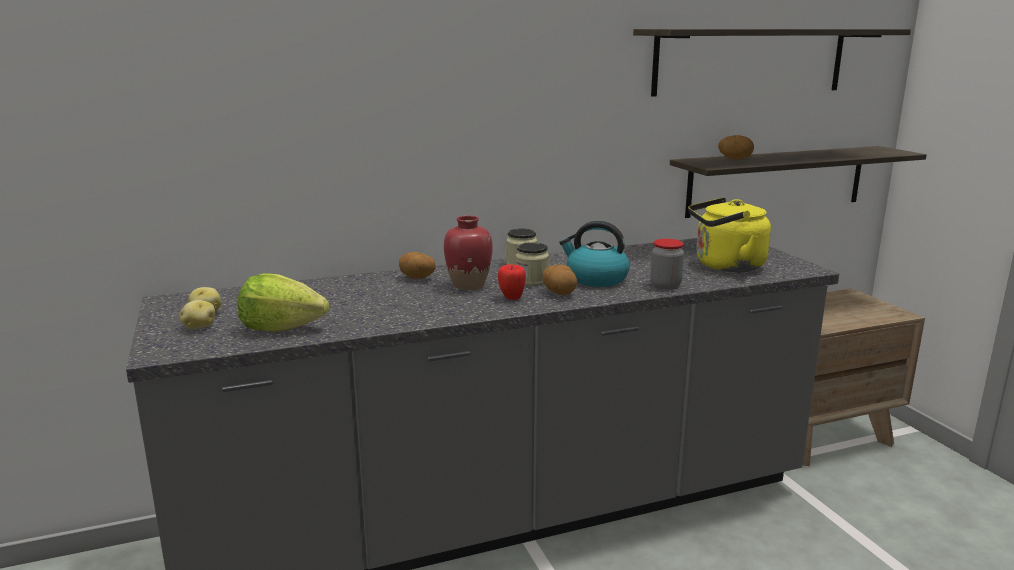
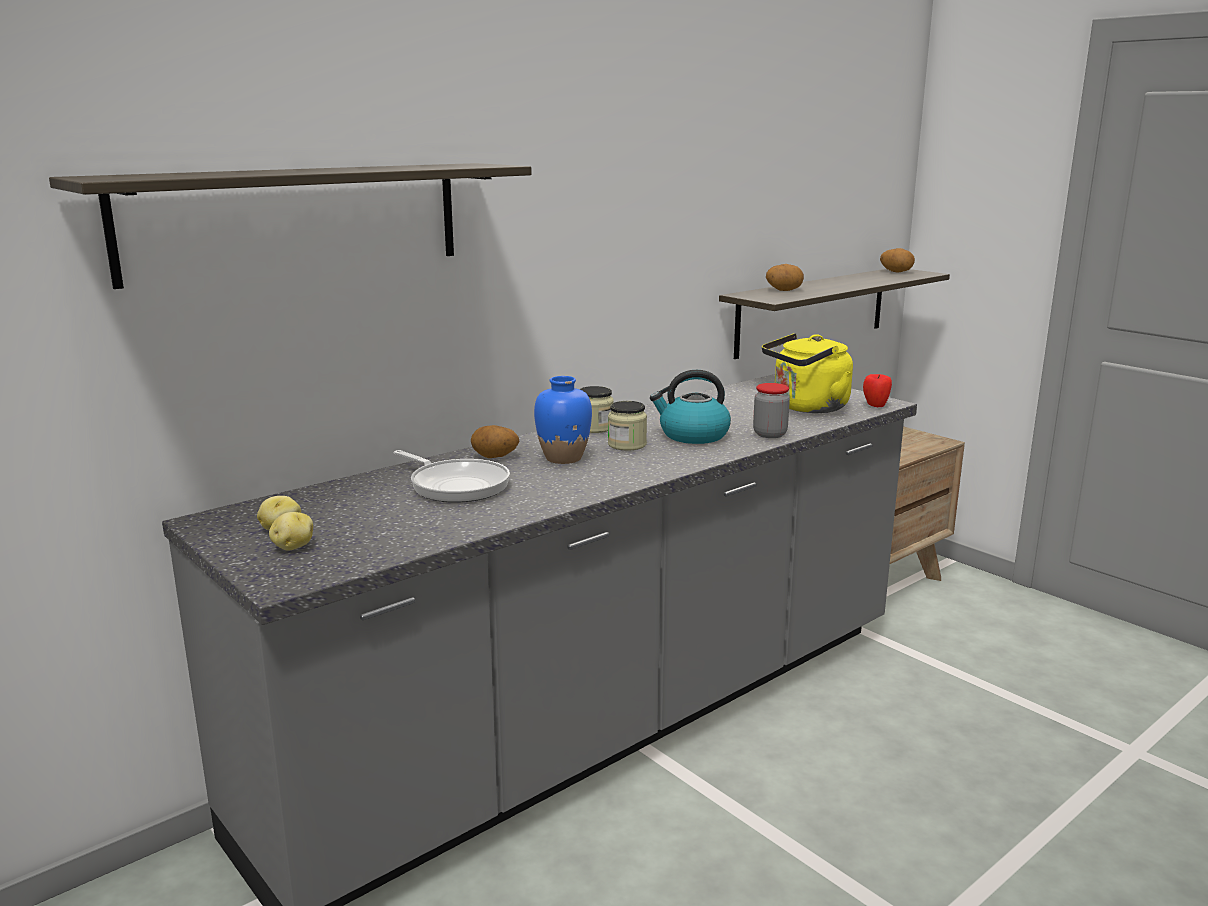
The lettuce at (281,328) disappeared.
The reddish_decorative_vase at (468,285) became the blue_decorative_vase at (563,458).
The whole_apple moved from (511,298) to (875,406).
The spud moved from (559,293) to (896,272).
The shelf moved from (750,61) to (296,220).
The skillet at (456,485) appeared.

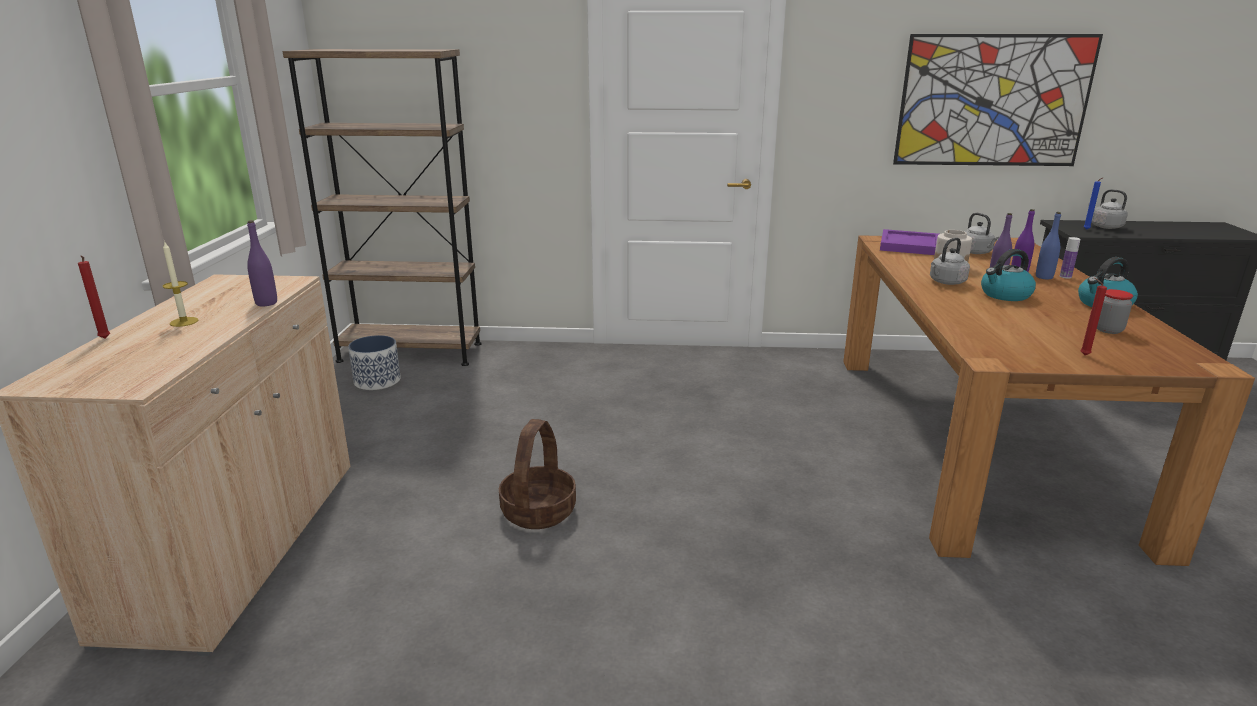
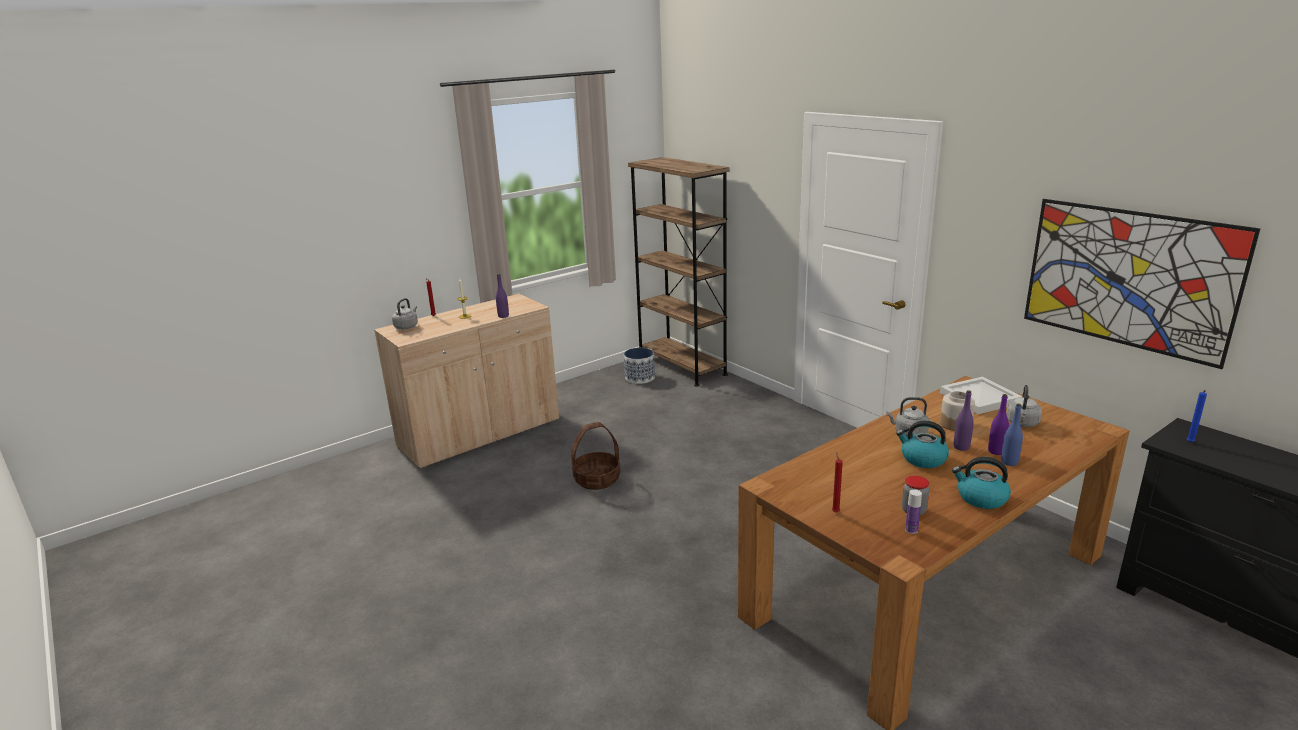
The purple_carrying_tray at (909,245) became the white-coloured_carrying_tray at (979,397).
The beverage_bottle moved from (1065,276) to (911,530).
The gray_water_kettle moved from (1104,226) to (407,326).

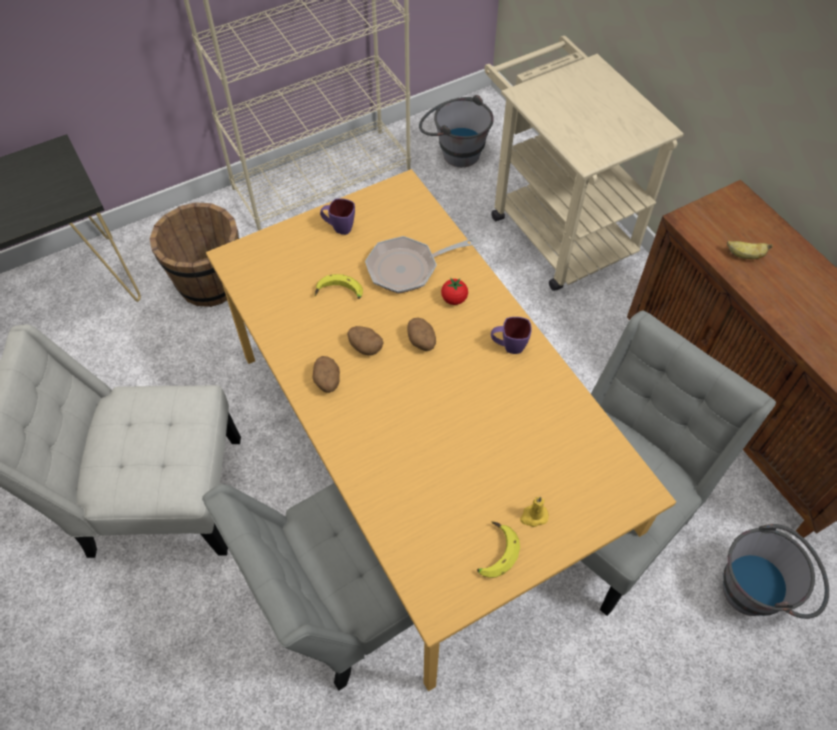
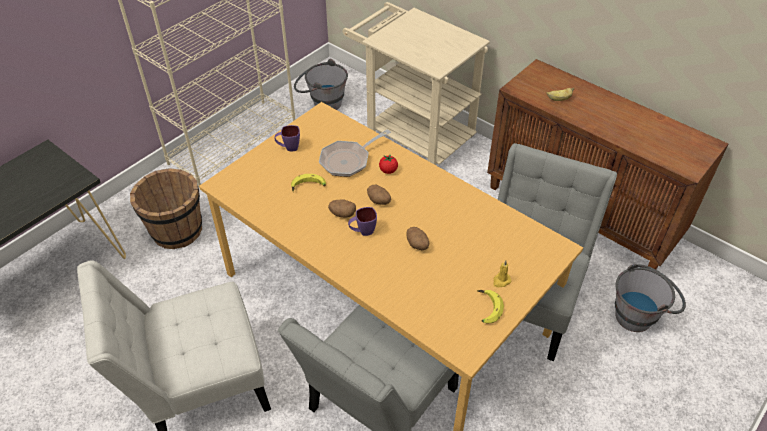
The spud moved from (327,381) to (417,245).
The purple_mug moved from (508,346) to (362,232).

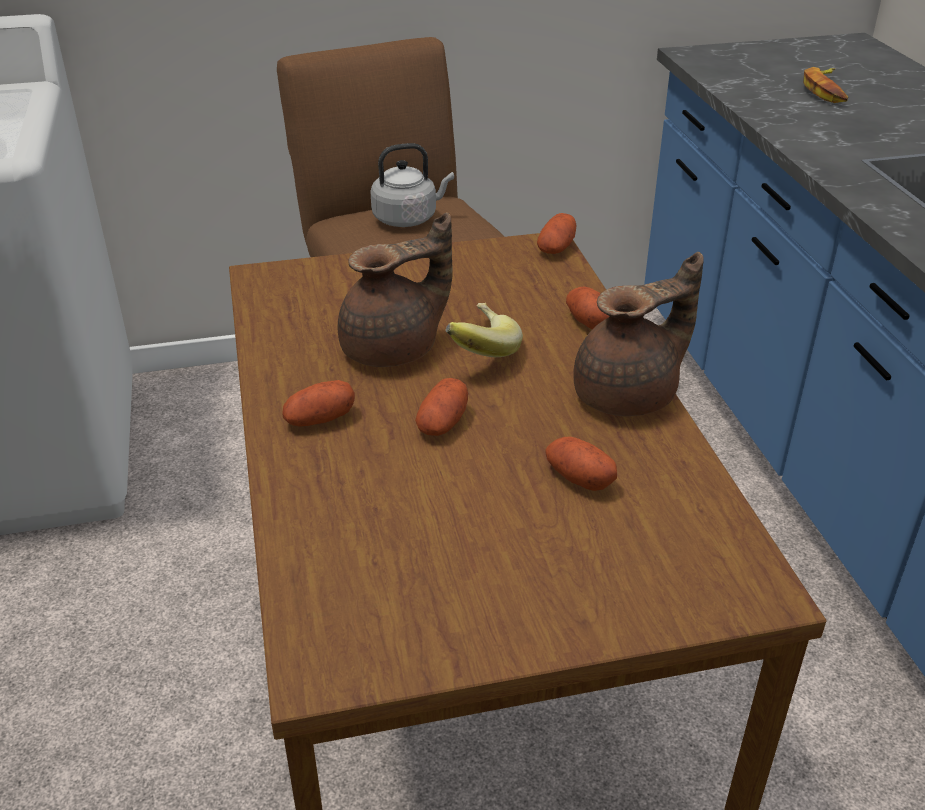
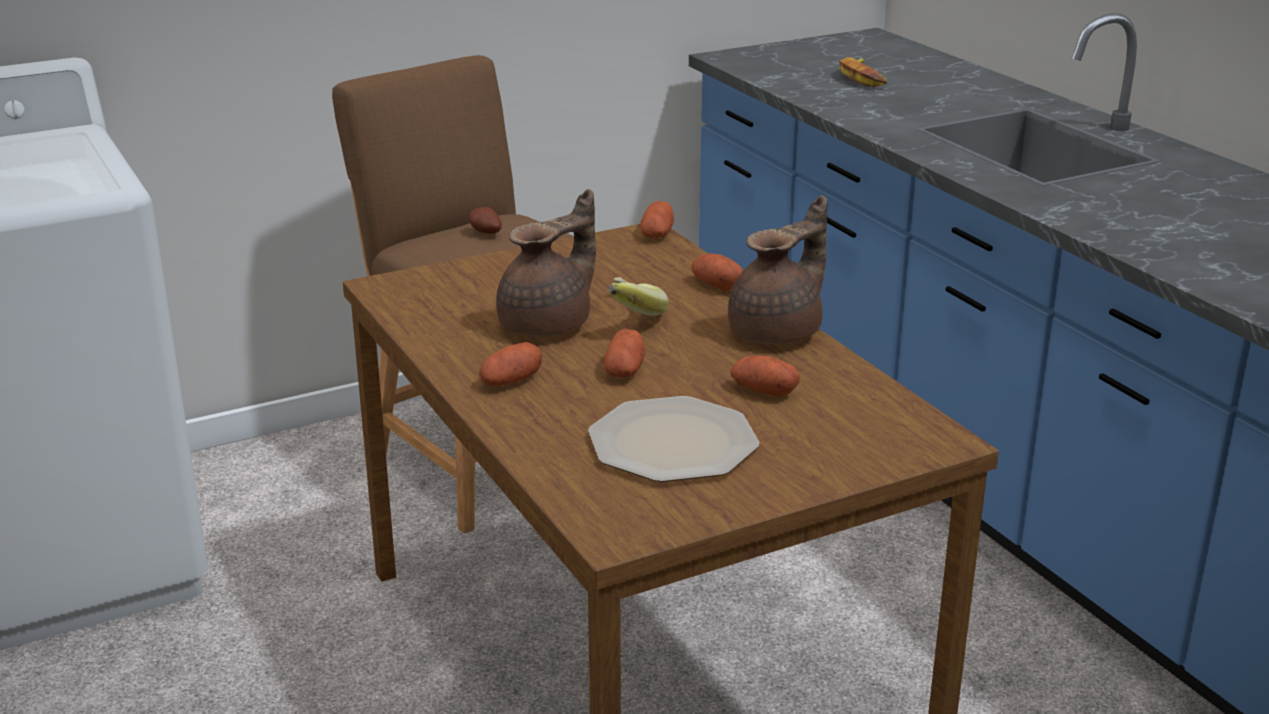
The gray_water_kettle at (408,218) was replaced by the spud at (485,233).
The plate at (674,443) appeared.

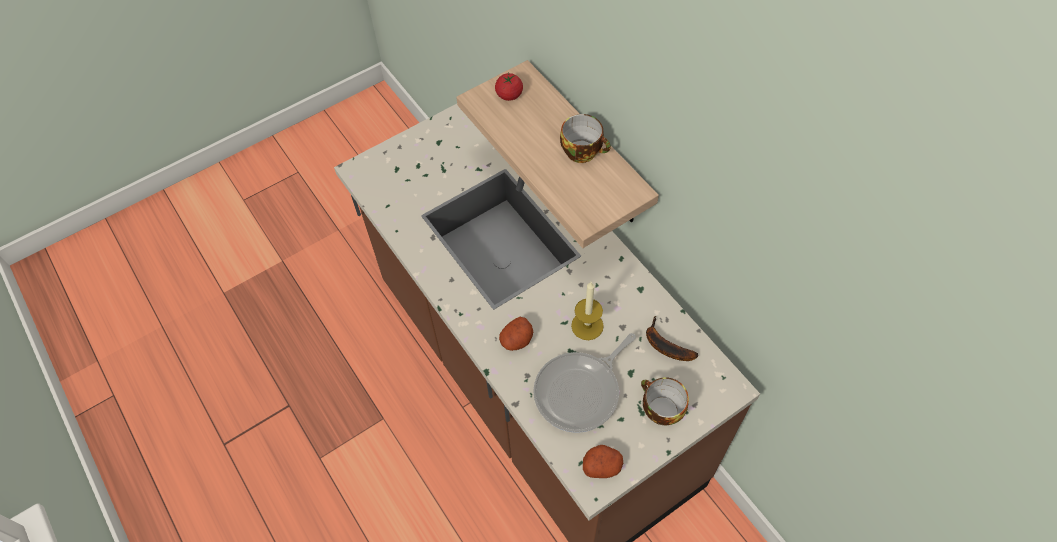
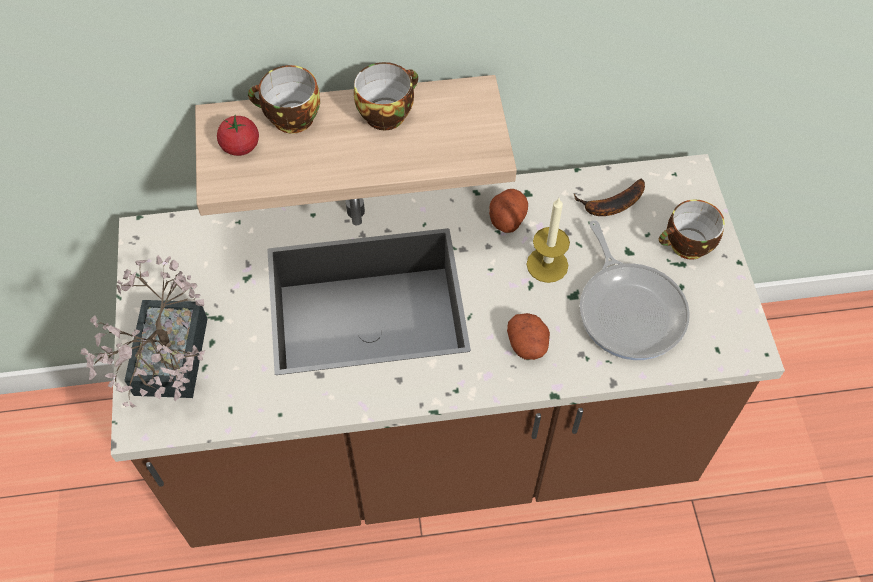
The spud moved from (602,465) to (507,217).
The plant_in_a_pot at (167,367) appeared.
The cup at (289,119) appeared.

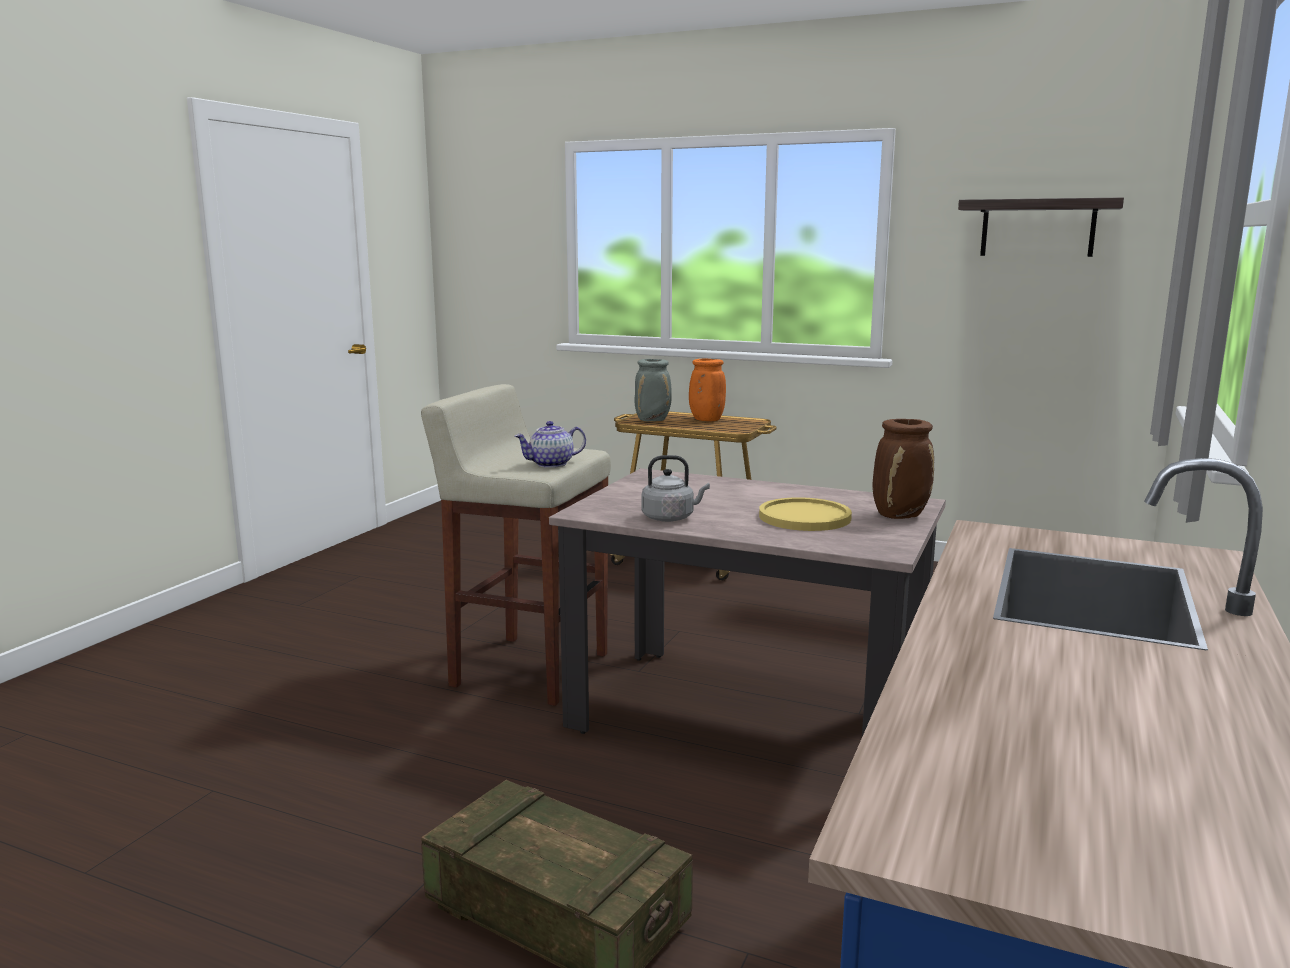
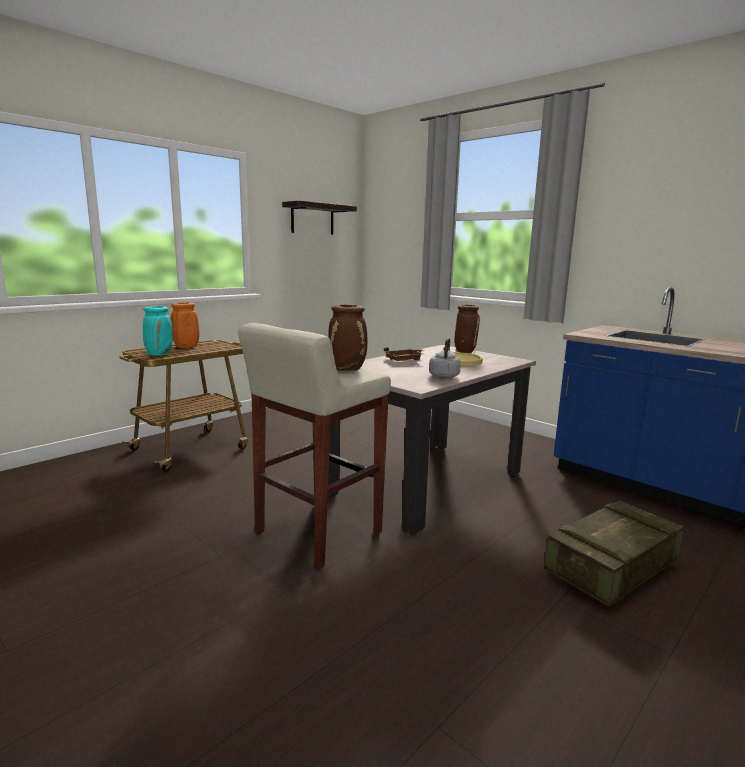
The tea_pot at (551,464) was replaced by the brown_decorative_vase at (348,369).
The gray_decorative_vase at (653,420) became the turquoise-coloured_decorative_vase at (159,354).
The brown_carrying_tray at (405,360) appeared.

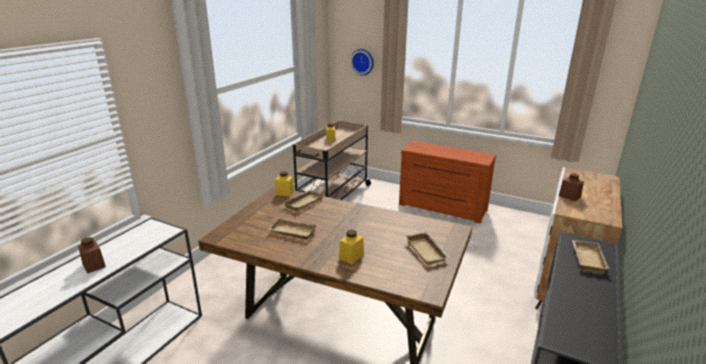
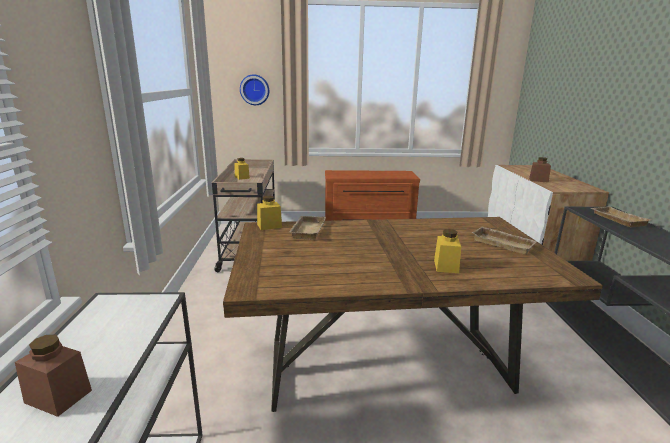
The beige-coloured_carrying_tray at (291,232) disappeared.

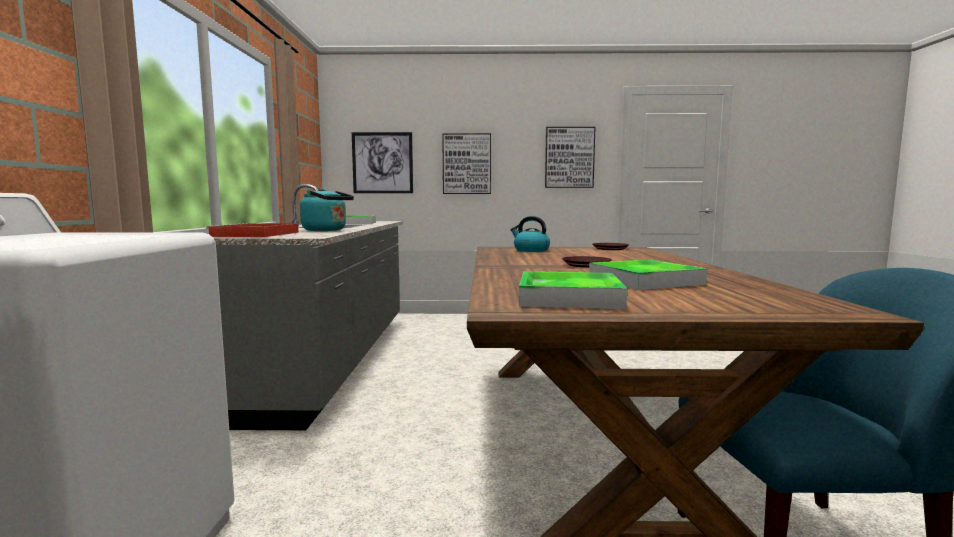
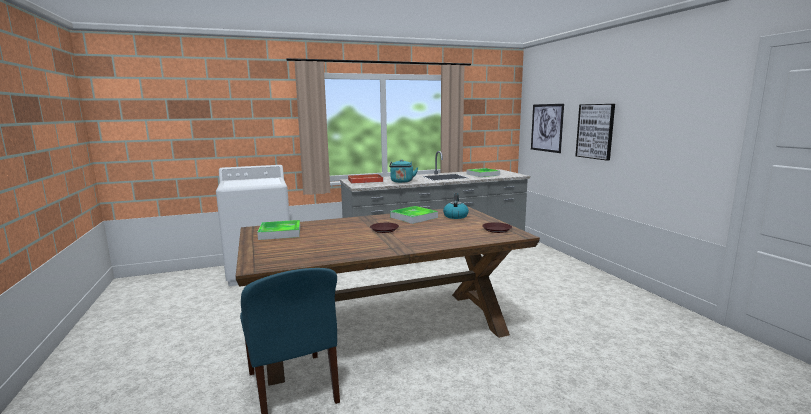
The wall_picture at (569,157) disappeared.
The carrying_tray moved from (644,281) to (414,217).

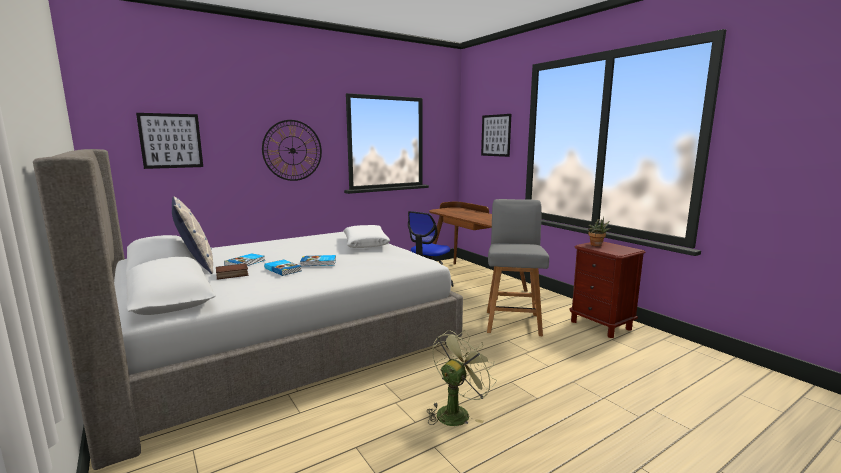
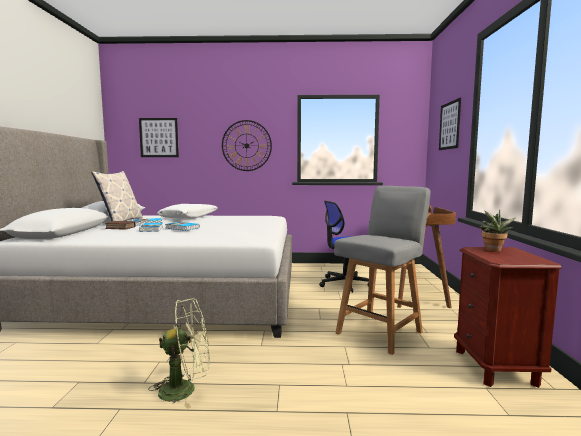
The white-coloured_pillow moved from (366,243) to (189,217).

